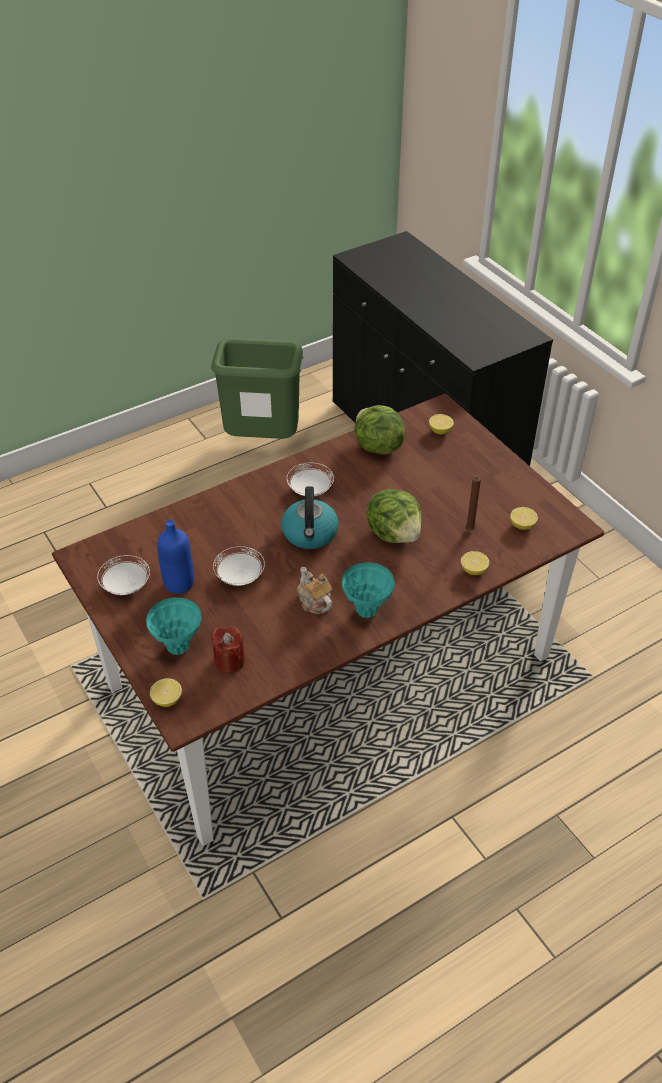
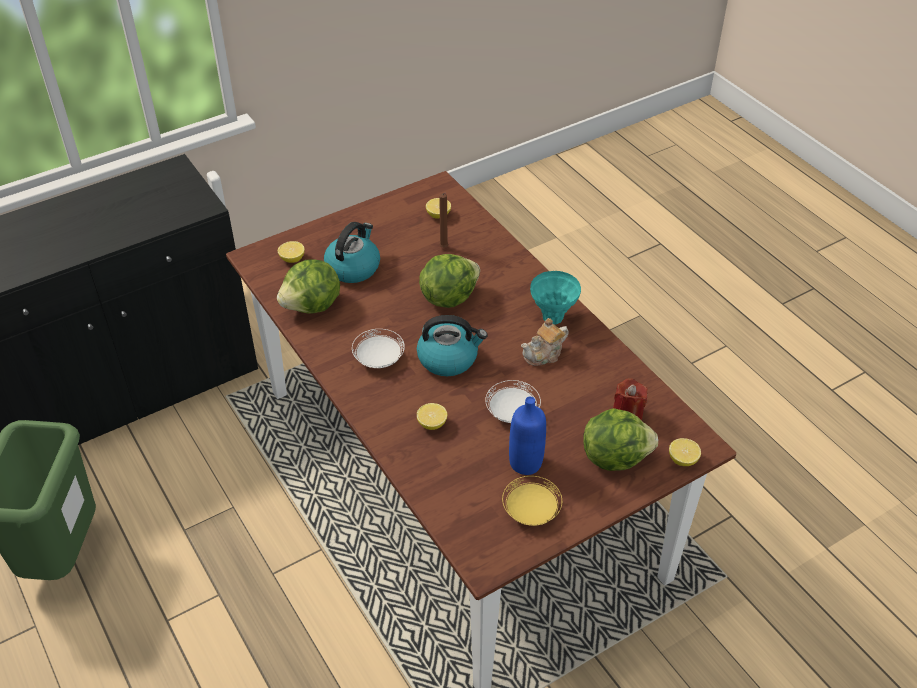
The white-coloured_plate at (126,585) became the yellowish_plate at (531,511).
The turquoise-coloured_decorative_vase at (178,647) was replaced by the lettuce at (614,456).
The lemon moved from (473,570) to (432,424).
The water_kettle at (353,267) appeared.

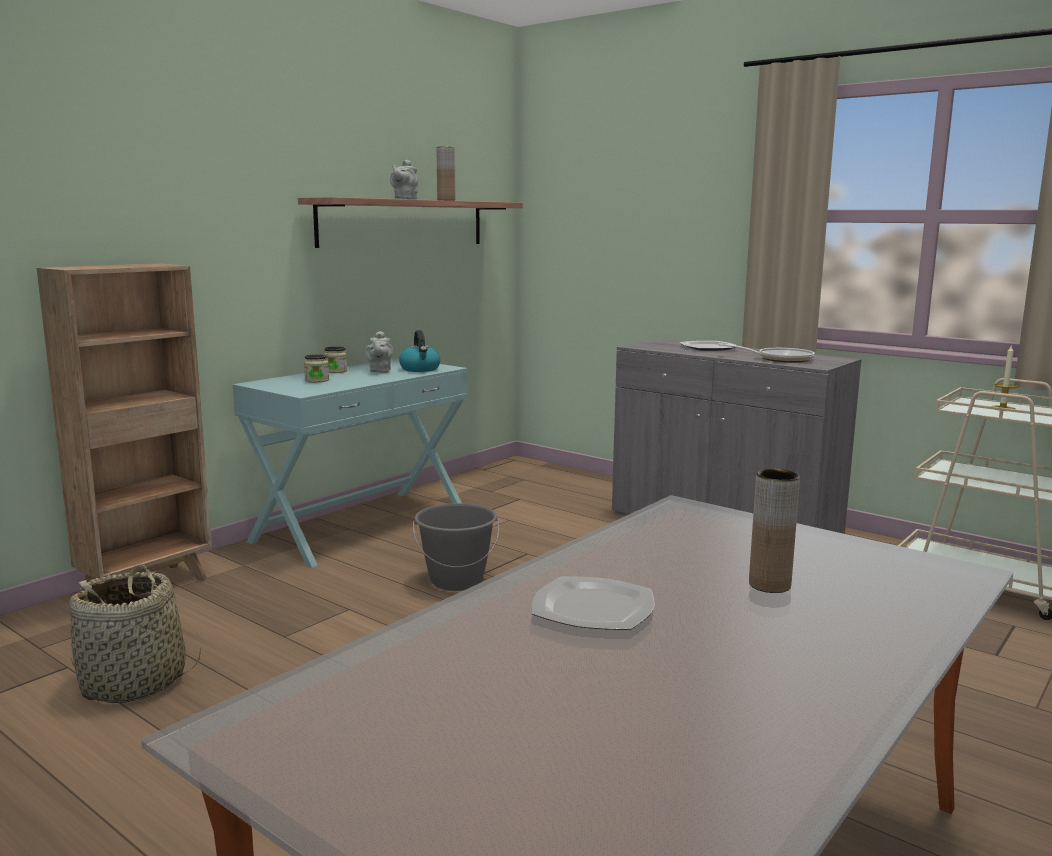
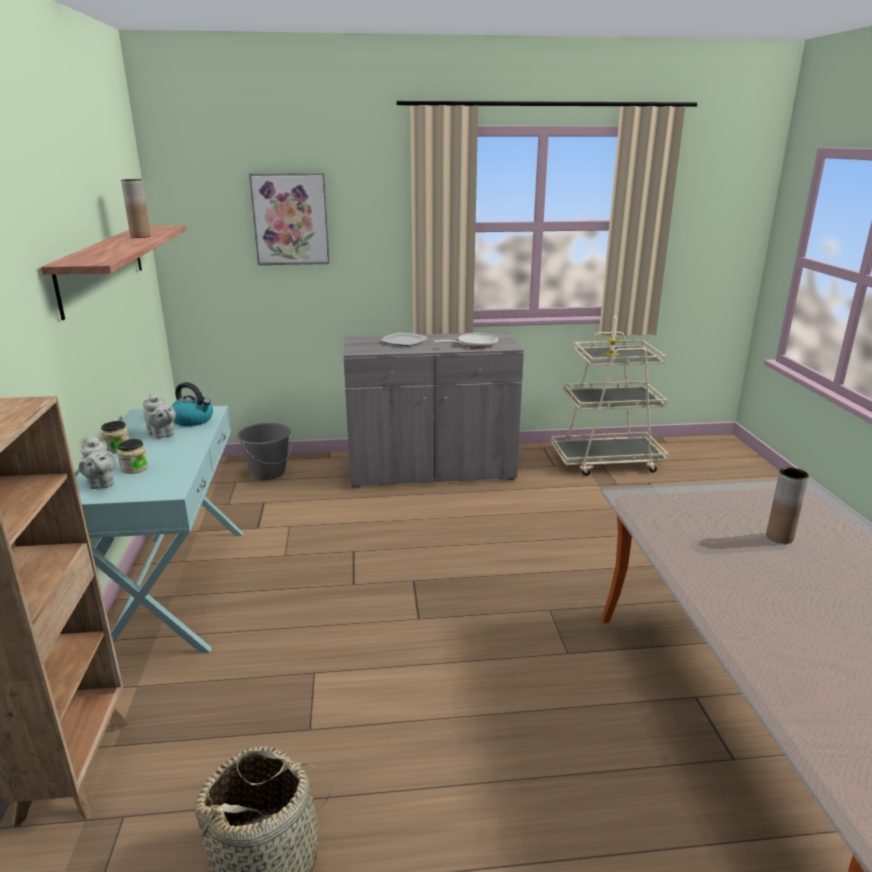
The gray_tea_pot moved from (404,199) to (101,484).
The gray_bucket moved from (456,581) to (268,473).
The plate at (592,608) disappeared.
The wall_picture at (290,219) appeared.

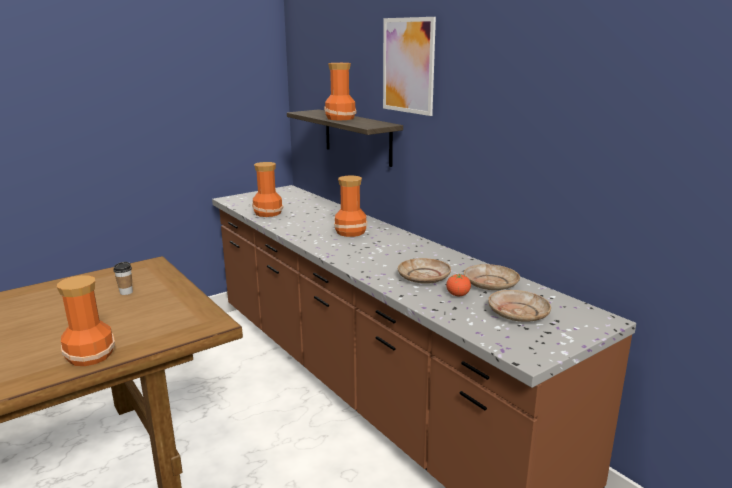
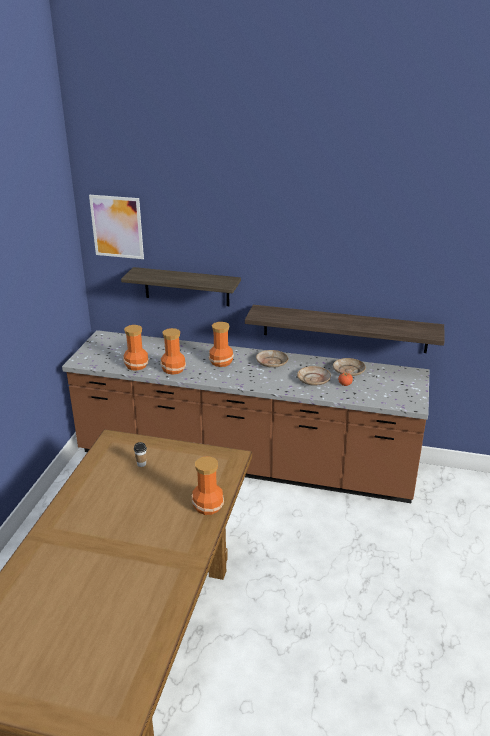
The decorative_vase moved from (340,118) to (173,369).
The wall_picture moved from (408,65) to (117,227).
The beige-coloured_plate moved from (518,313) to (271,362).
The shelf at (344,328) appeared.

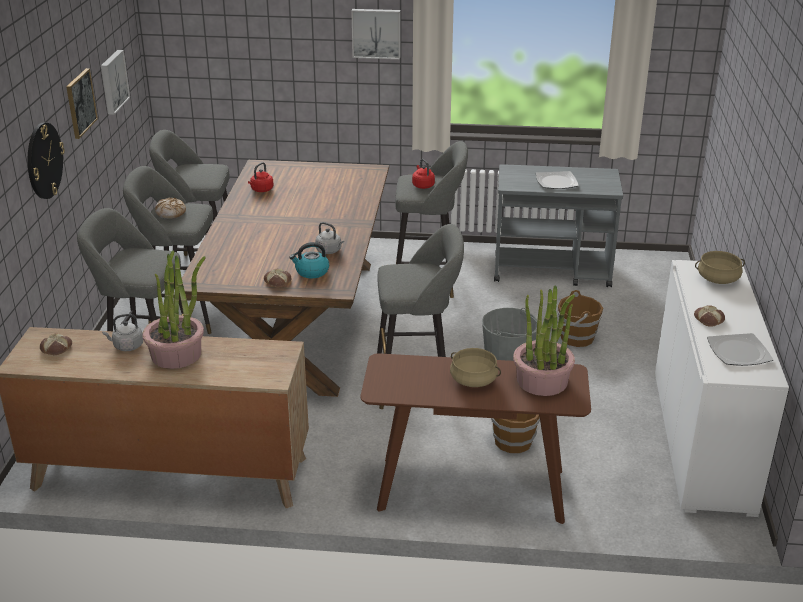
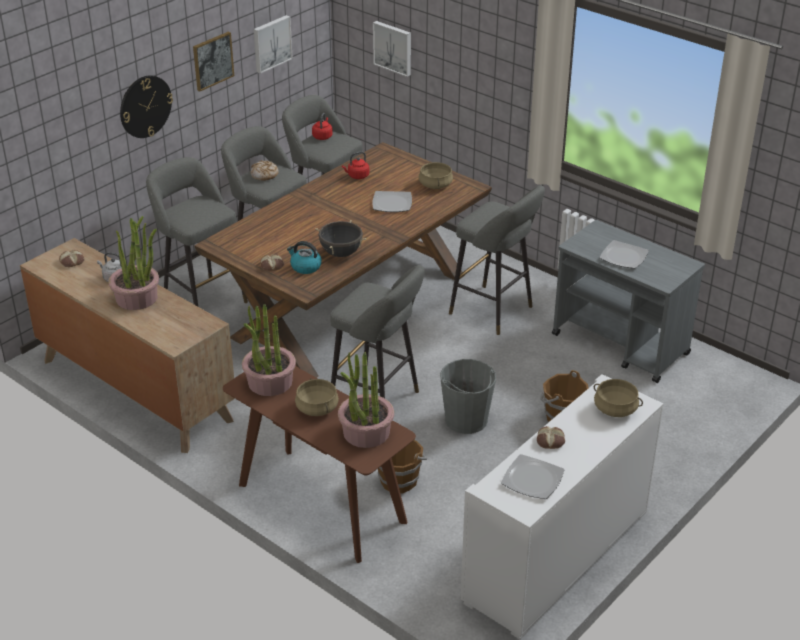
The gray_water_kettle at (330,251) was replaced by the blackish_stockpot at (341,253).
The wall_picture moved from (376,33) to (393,47).
The reddish_water_kettle moved from (422,185) to (322,136).
The plant_in_a_pot at (270,382) appeared.
The plate at (392,203) appeared.
The beige-coloured_stockpot at (435,185) appeared.

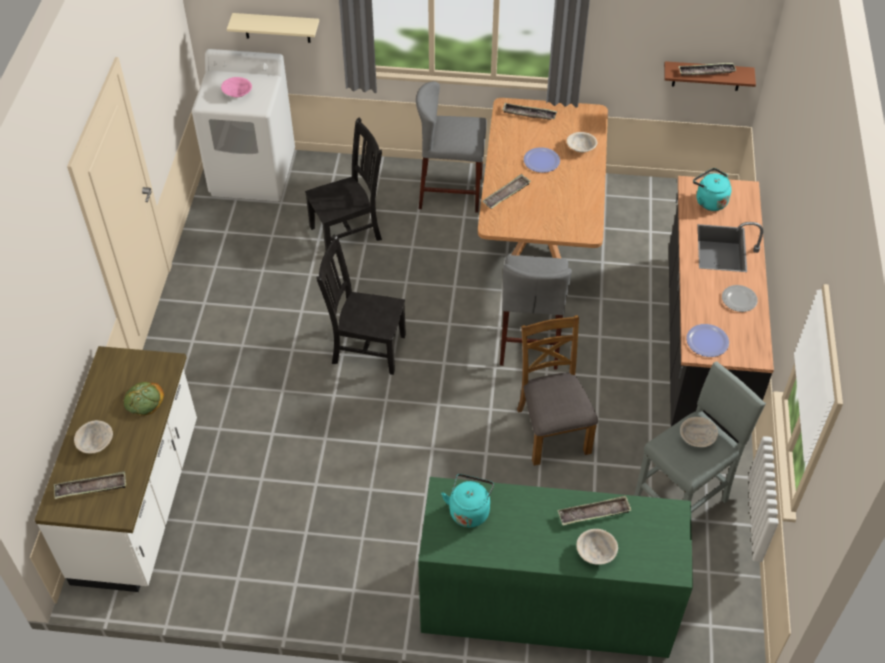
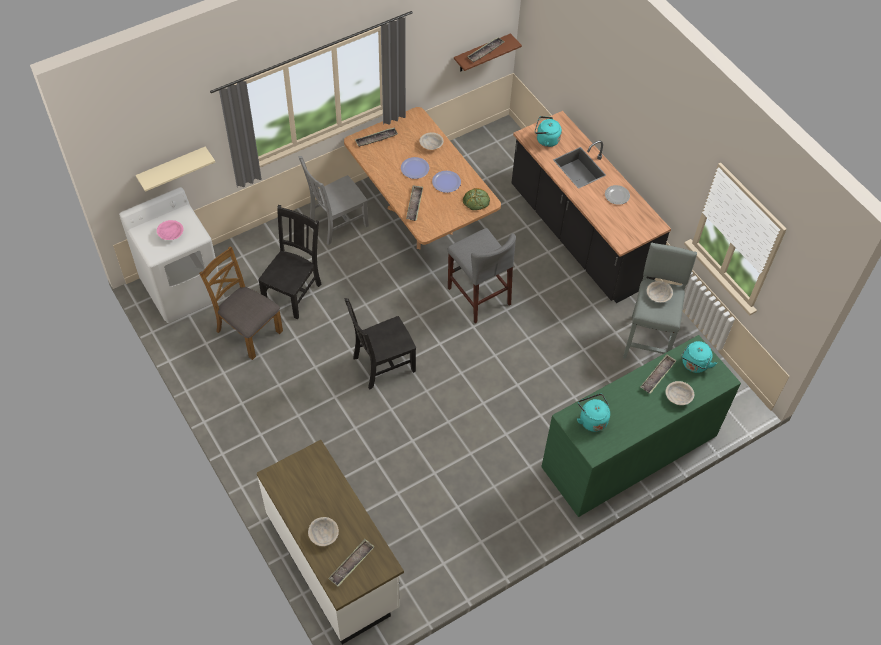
The baked_bread moved from (144,400) to (476,201).
The gray_stool_seat at (451,193) was replaced by the gray_chair at (336,223).
The brown_chair moved from (552,430) to (248,331).
The plate moved from (707,341) to (446,182).
The turquoise-coloured_water_kettle at (694,365) appeared.

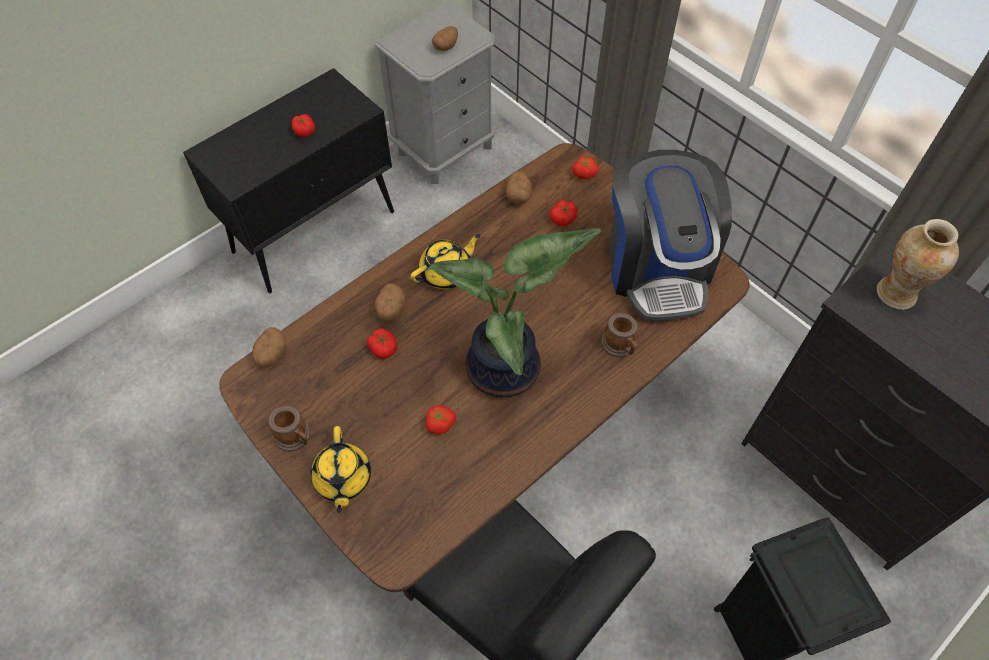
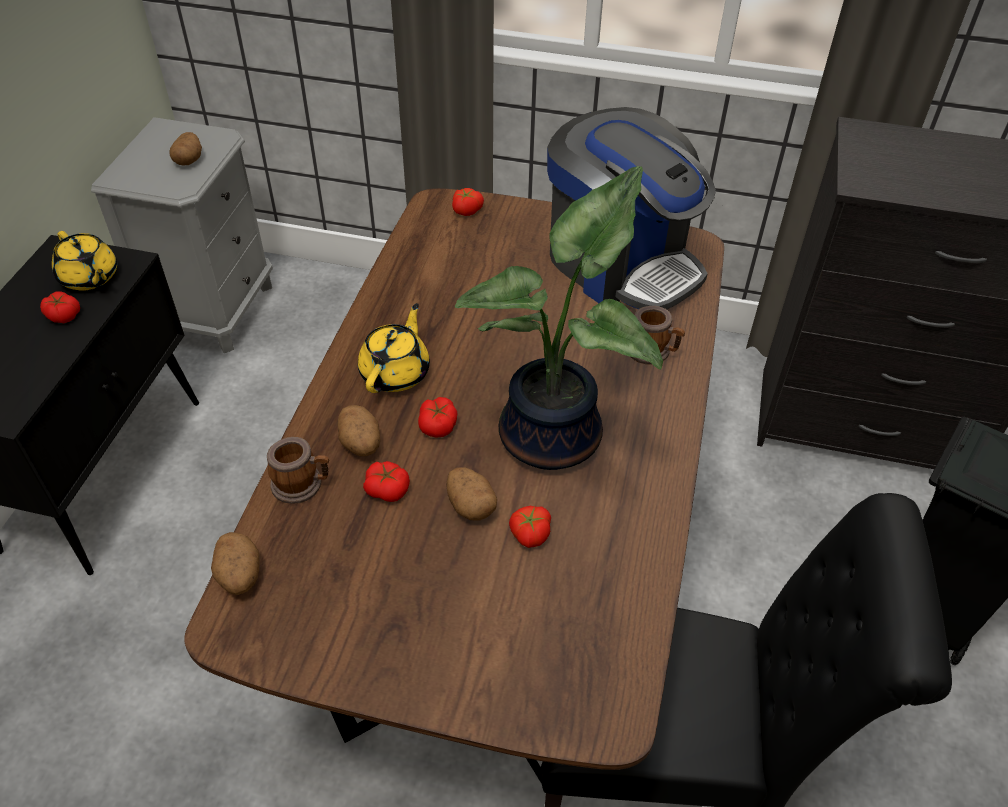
The mug moved from (295,437) to (302,484).
The yellowish_tea_pot moved from (342,479) to (89,277).
The spud moved from (518,195) to (470,505).
The tomato moved from (563,218) to (438,425).
The decorative_vase at (896,294) disappeared.

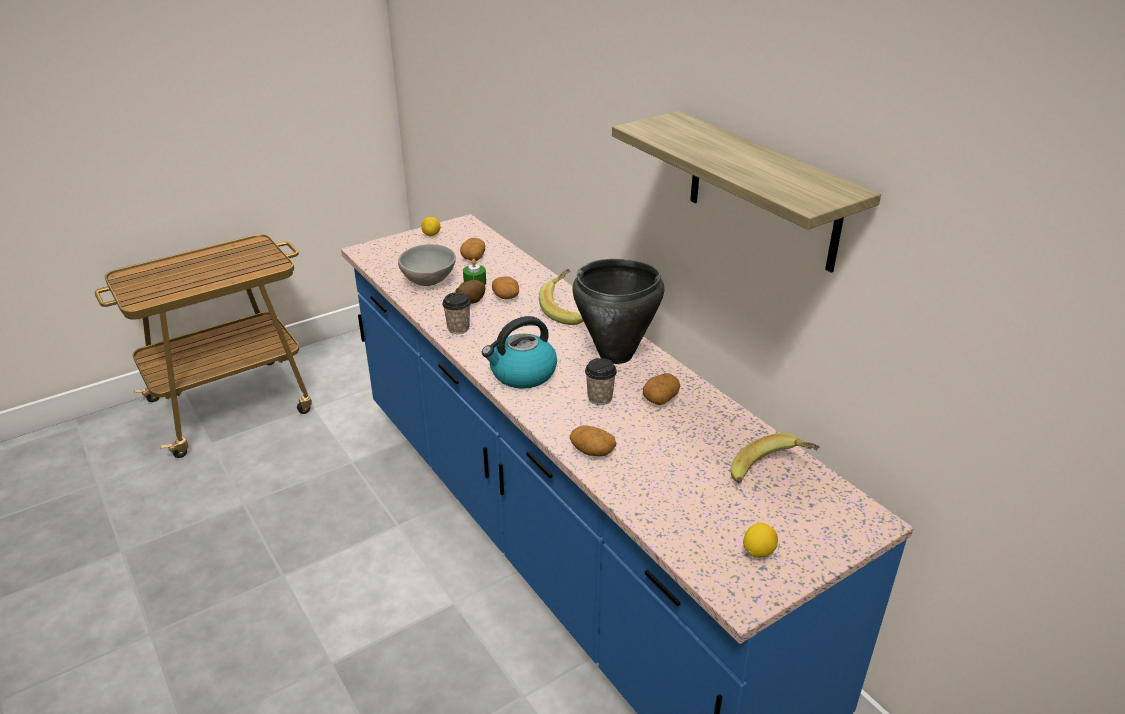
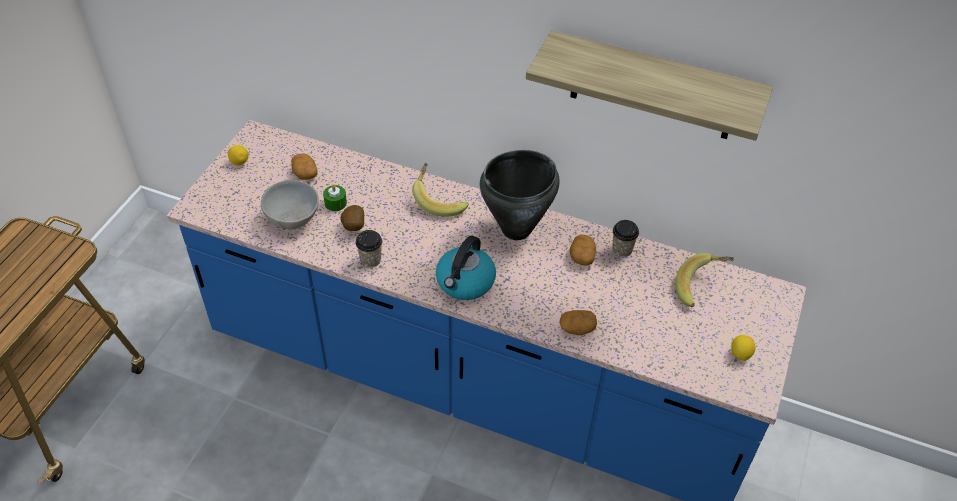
The spud at (506,296) disappeared.
The cup moved from (600,398) to (622,250).

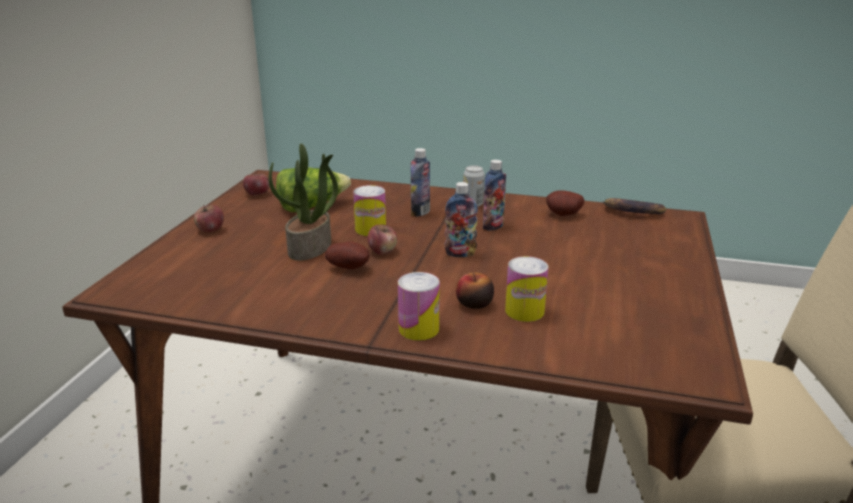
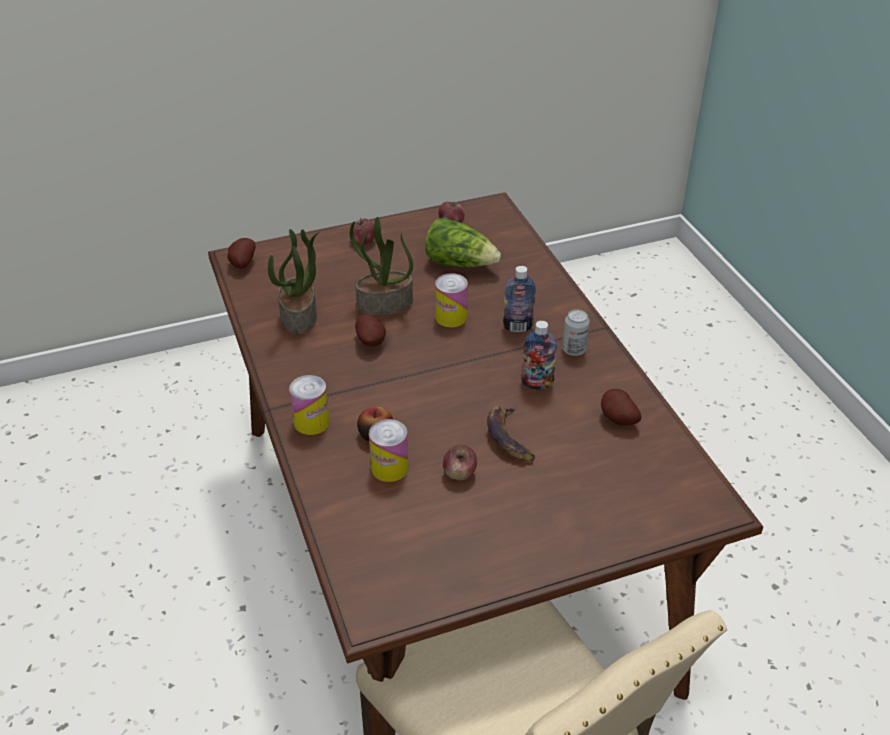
The whole_apple moved from (382,251) to (459,473).
The beverage_bottle at (460,253) disappeared.
The banana_fruit moved from (632,212) to (508,437).
The spud at (241,263) appeared.
The plant_in_a_pot at (299,317) appeared.

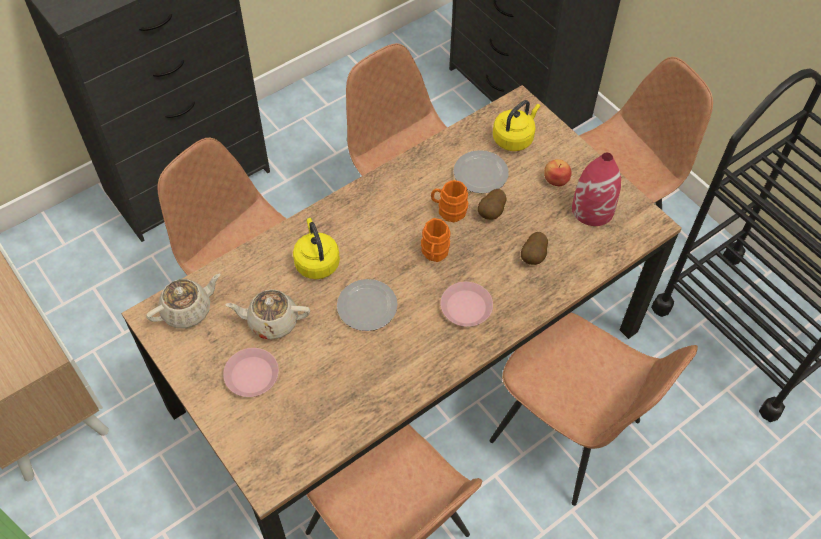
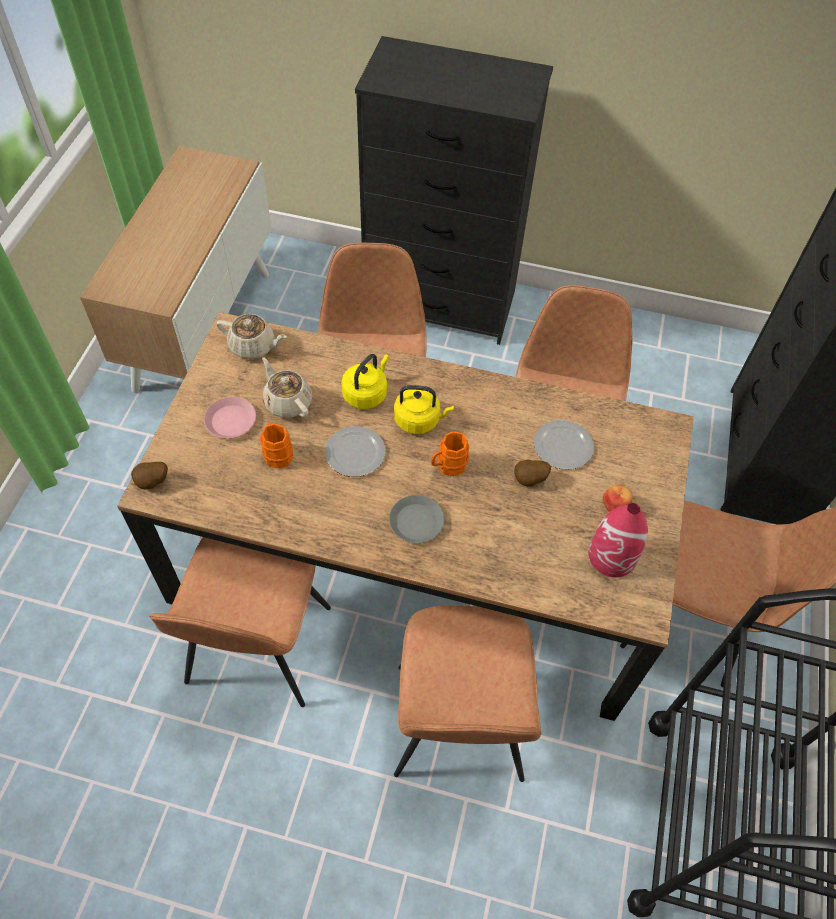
The orange-coloured_mug moved from (448,210) to (277,452).
The pinkish_plate at (466,307) became the gray_plate at (416,521).
The yellowish_water_kettle moved from (514,138) to (419,420).
The spud moved from (533,257) to (153,483).

